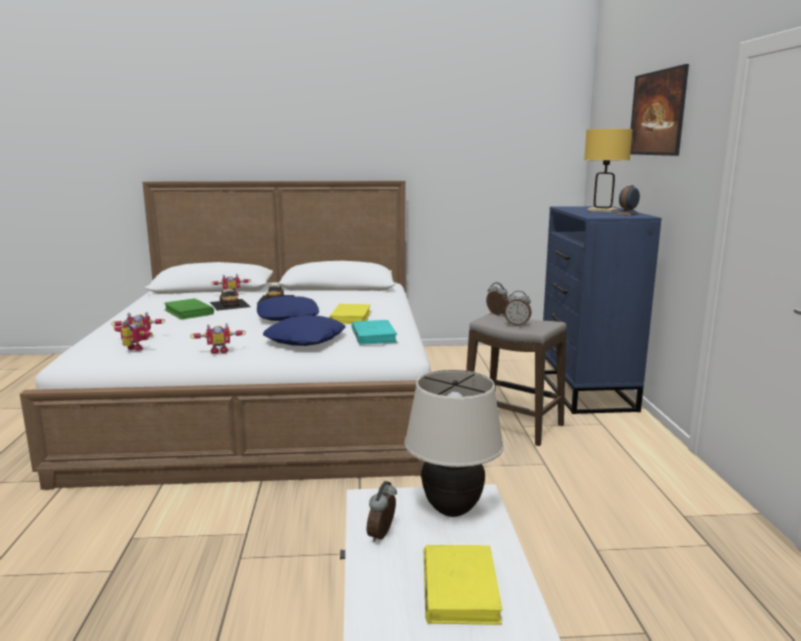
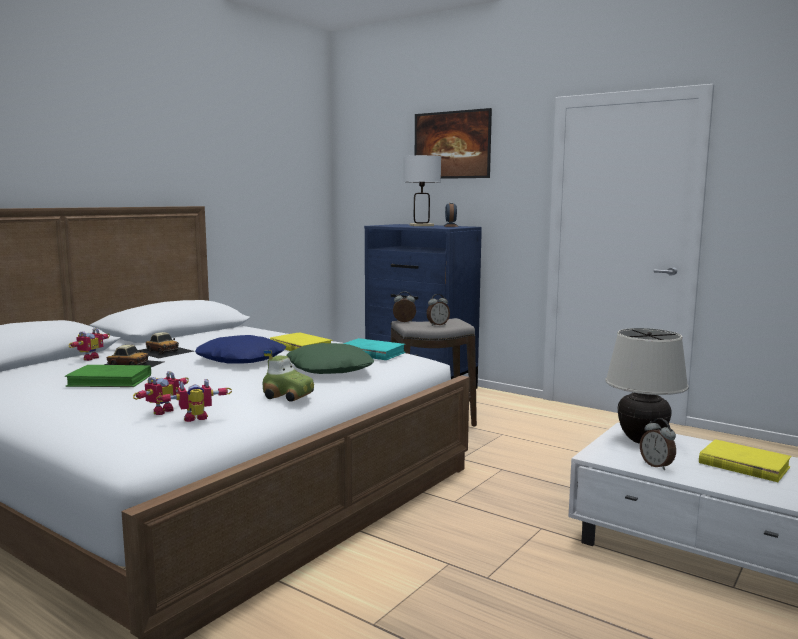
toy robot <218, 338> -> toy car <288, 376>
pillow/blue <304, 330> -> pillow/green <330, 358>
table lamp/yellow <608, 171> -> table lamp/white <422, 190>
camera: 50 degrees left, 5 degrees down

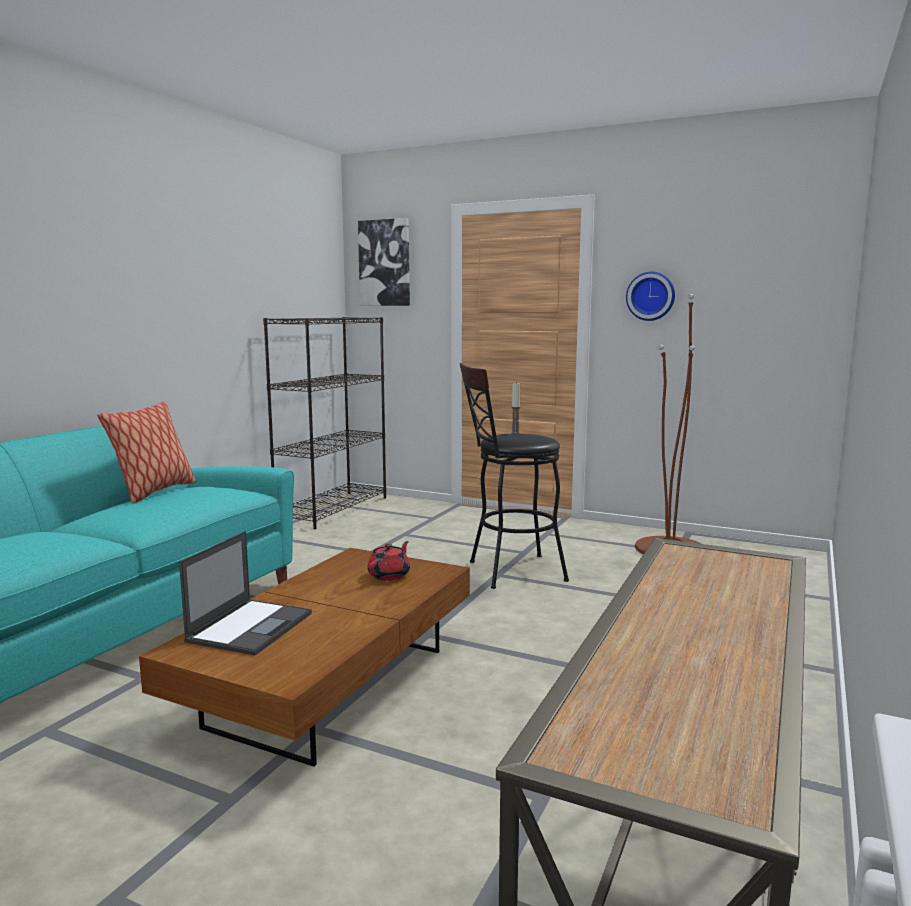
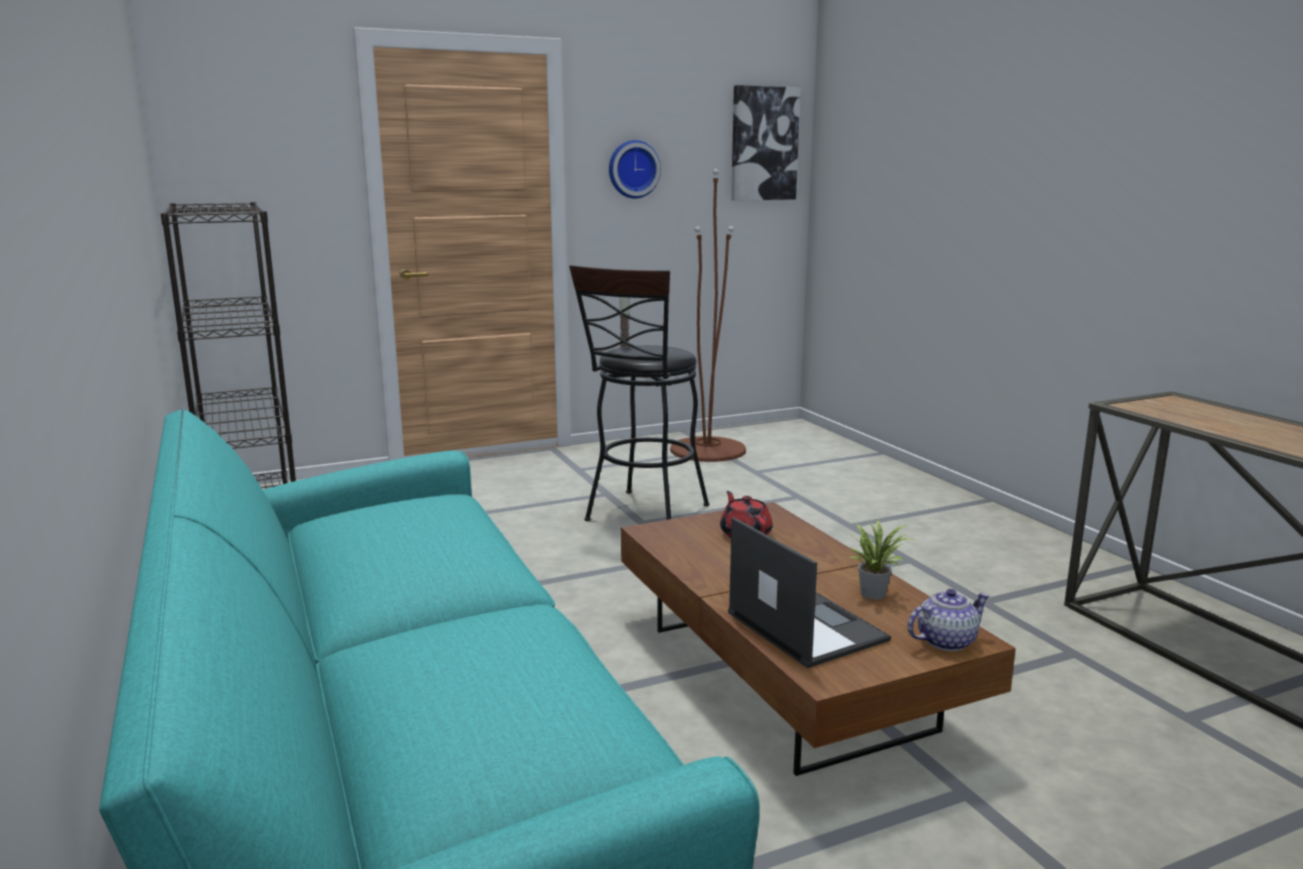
picture <384, 262> -> picture <766, 143>, shifted
none -> potted plant <881, 559>
none -> teapot <948, 620>
pillow <146, 452> -> none
camera: 50 degrees left, 5 degrees up

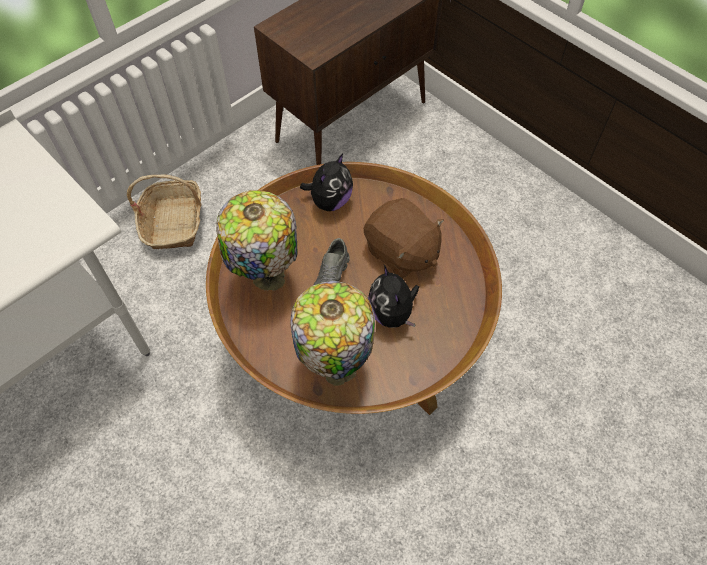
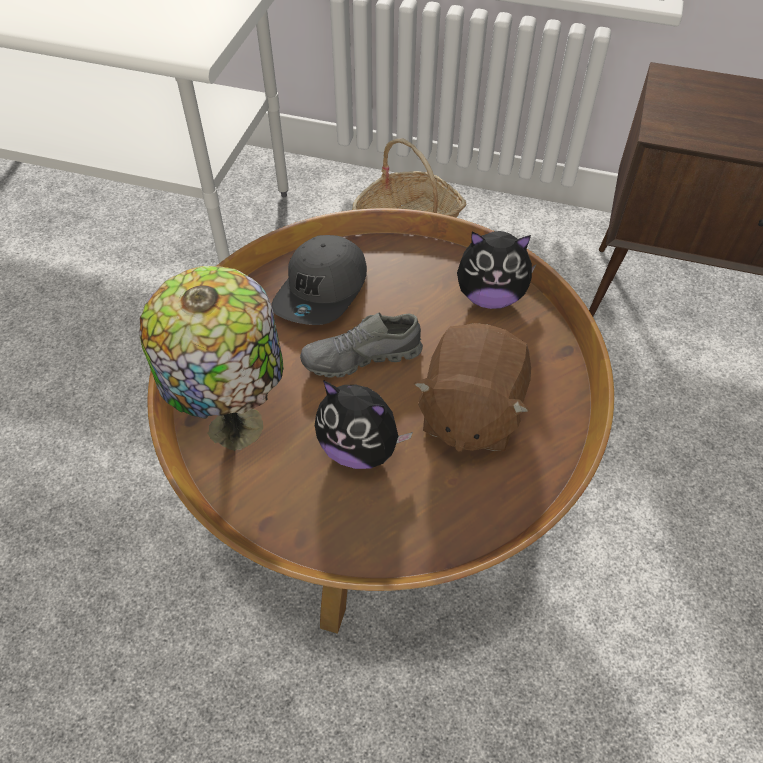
table lamp <257, 240> -> cap/grey <319, 280>
plush toy <393, 296> -> plush toy <364, 424>, 105 degrees counterclockwise
camera: 60 degrees right, 5 degrees down

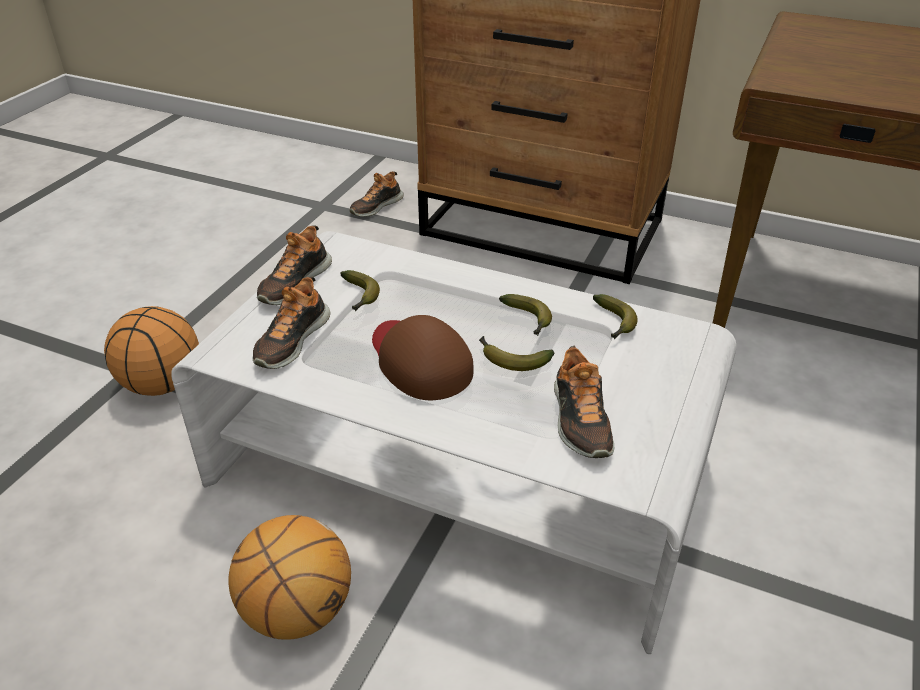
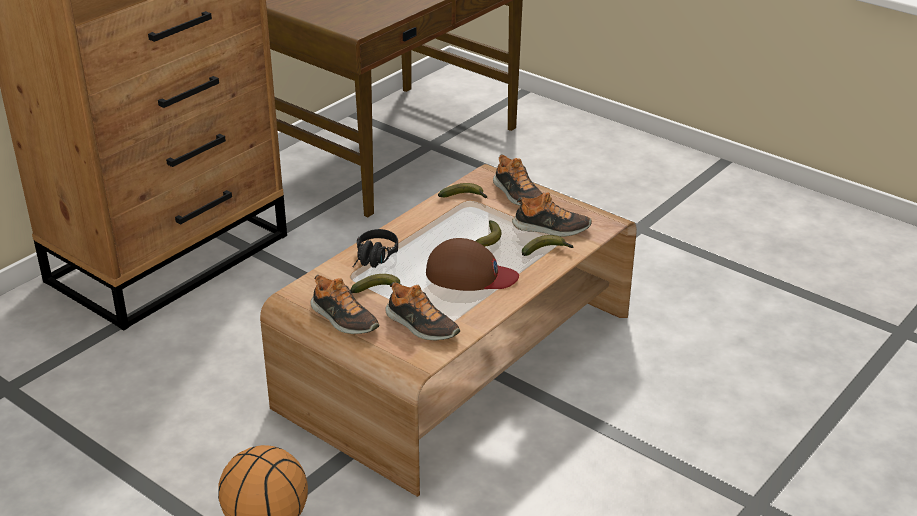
coffee table/white <453, 442> -> coffee table/brown <448, 330>
none -> headphones/black <375, 248>
cap/brown <423, 357> -> cap/brown <472, 264>, 150 degrees counterclockwise
shoe <376, 194> -> shoe <517, 180>, shifted
banana <525, 315> -> banana <548, 245>, shifted
basketball <289, 577> -> none
camera: 75 degrees left, 5 degrees down

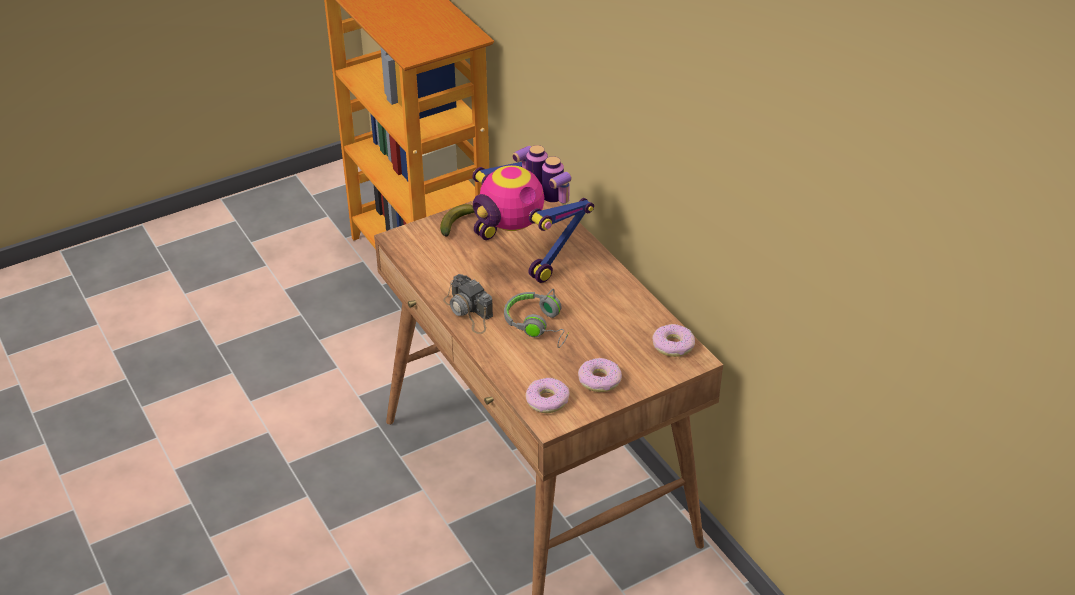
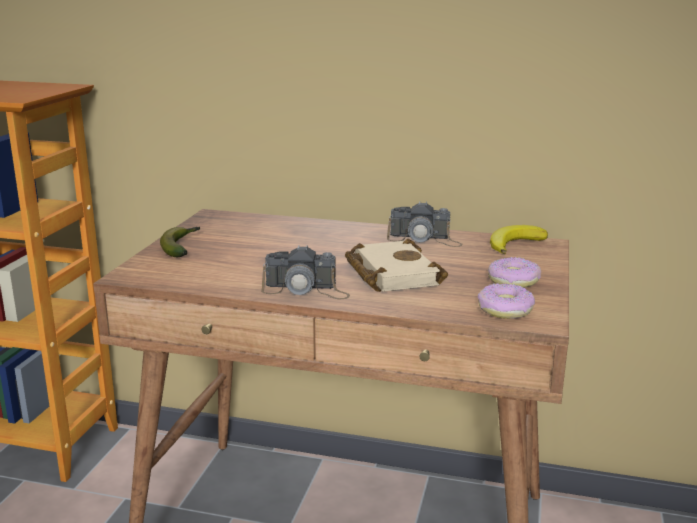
headphones/grey <536, 318> -> book/beige <396, 265>
none -> photo camera <425, 224>
donut <673, 340> -> banana <519, 239>
toy robot <533, 214> -> none
camera: 45 degrees left, 20 degrees down

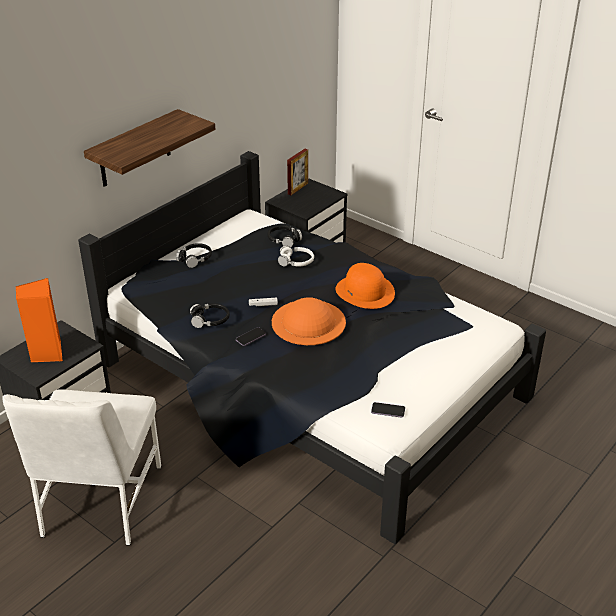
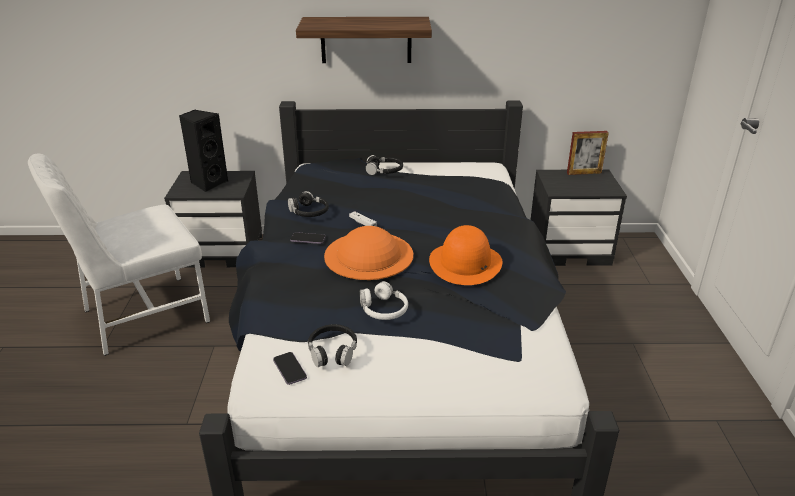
speaker/orange <39, 320> -> speaker/black <203, 151>
headphones/black <284, 236> -> headphones/black <332, 345>, shifted
headphones/white <296, 256> -> headphones/white <384, 300>, shifted
camera: 50 degrees right, 5 degrees down

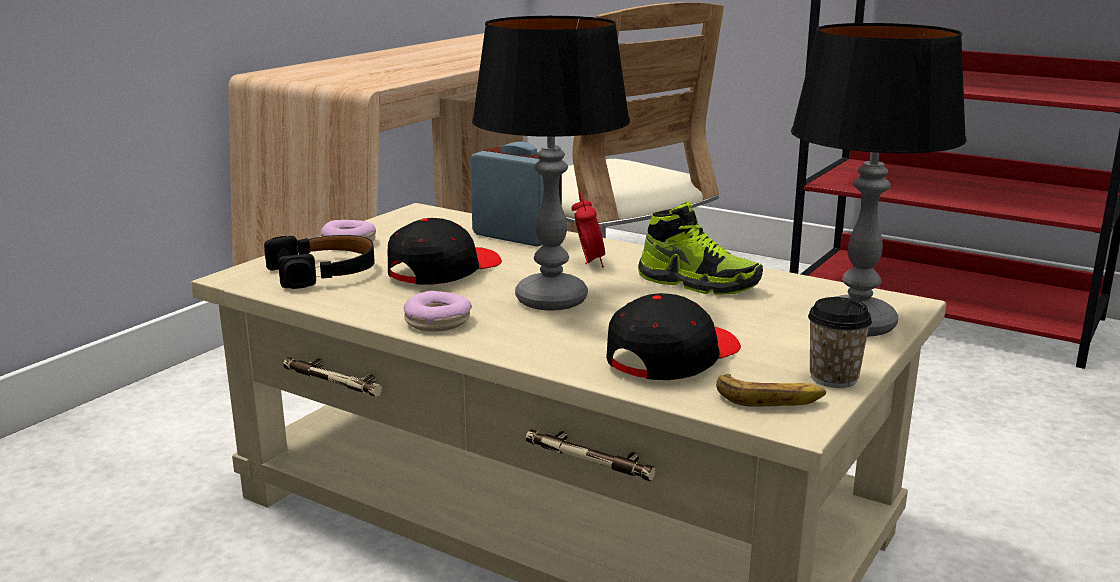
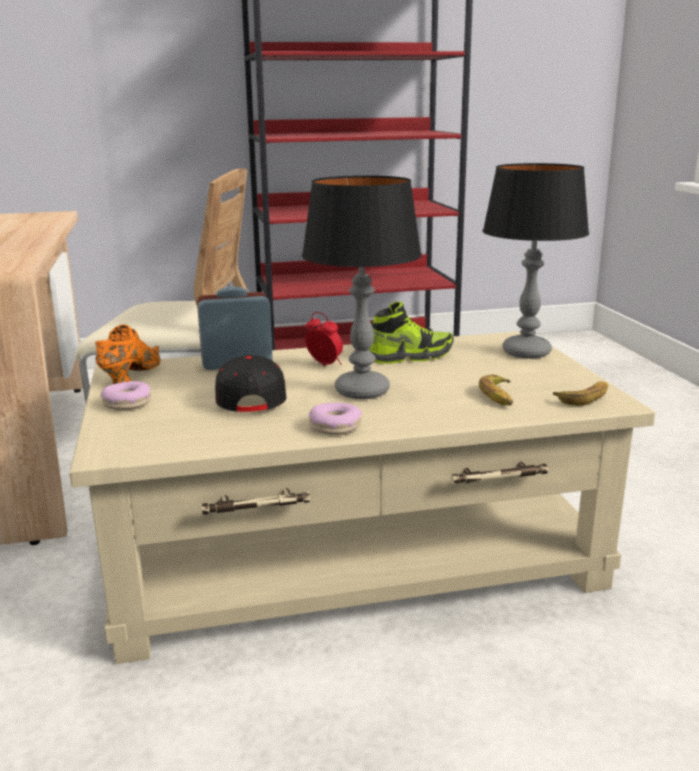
none -> shoe/orange <128, 354>
cap/black <673, 336> -> banana <496, 390>
headphones/black <319, 262> -> none
cup <840, 342> -> none
camera: 45 degrees left, 0 degrees up

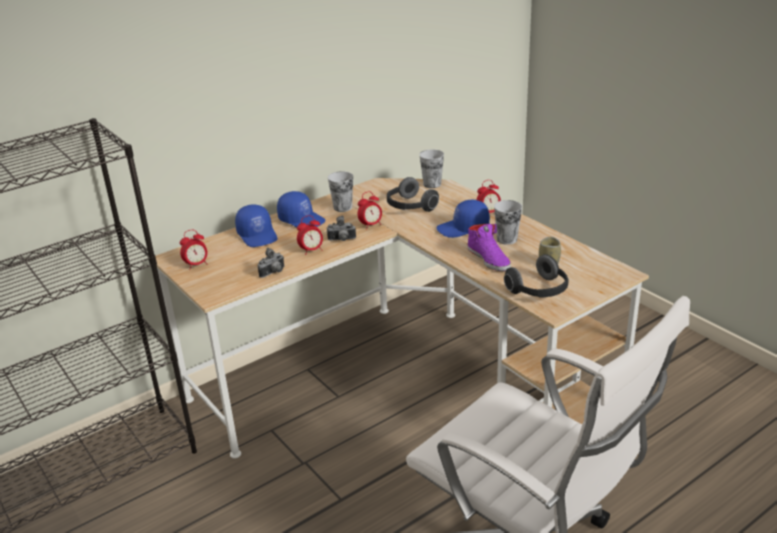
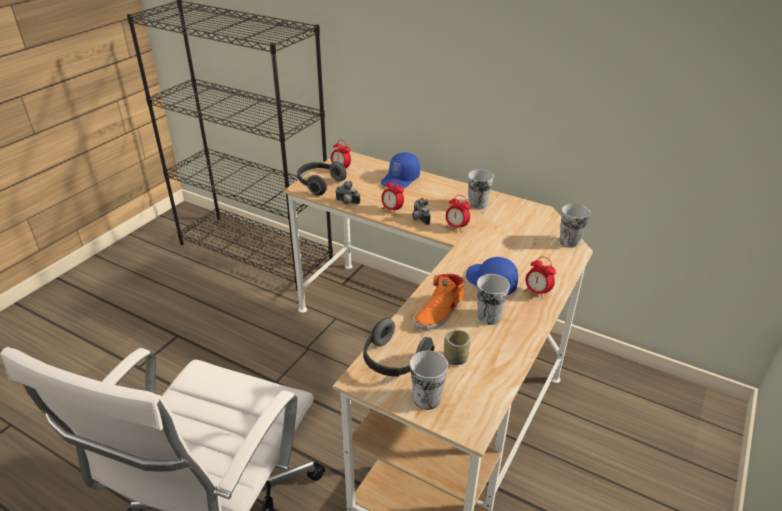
headphones <413, 194> -> headphones <321, 178>, shifted
none -> cup <429, 380>
shoe/purple <489, 247> -> shoe/orange <439, 302>
cap/blue <301, 209> -> none
camera: 65 degrees right, 5 degrees up

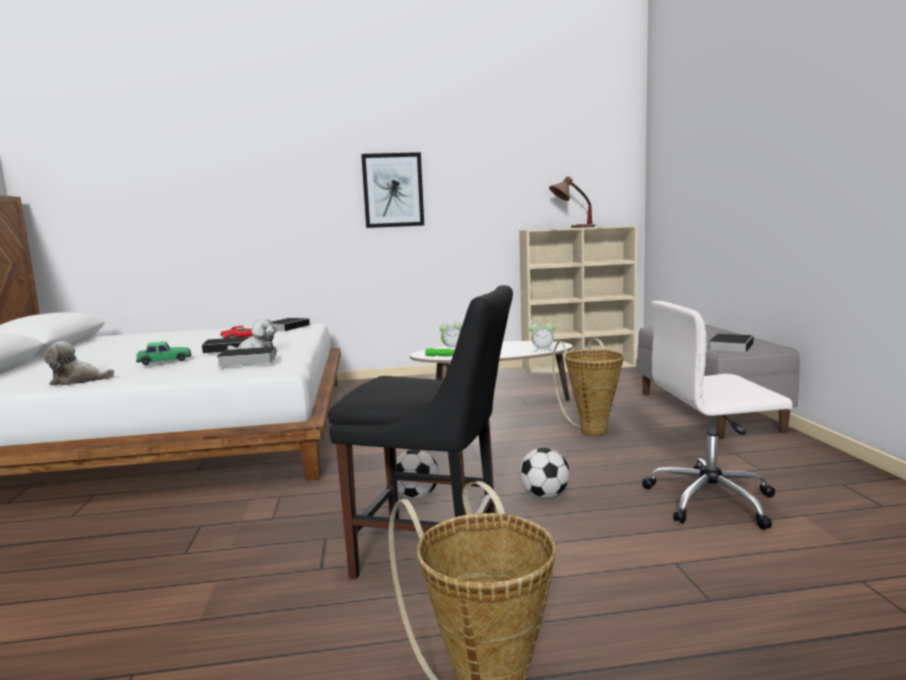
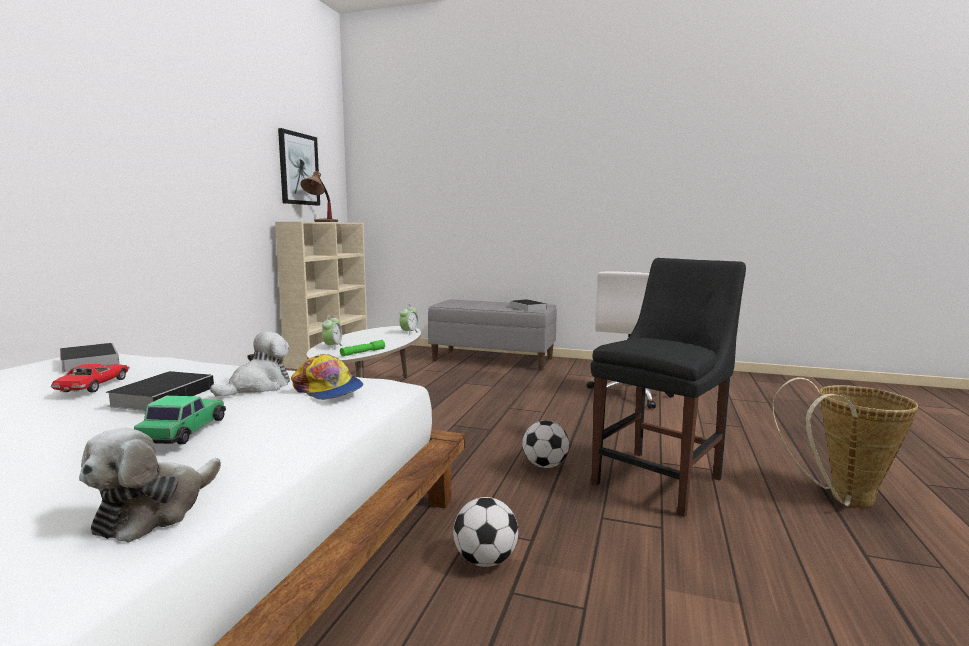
picture <392, 190> -> picture <299, 167>, shifted
book <246, 357> -> cap <327, 377>
football <544, 473> -> football <485, 532>, shifted
basket <588, 387> -> none
camera: 65 degrees left, 0 degrees up

